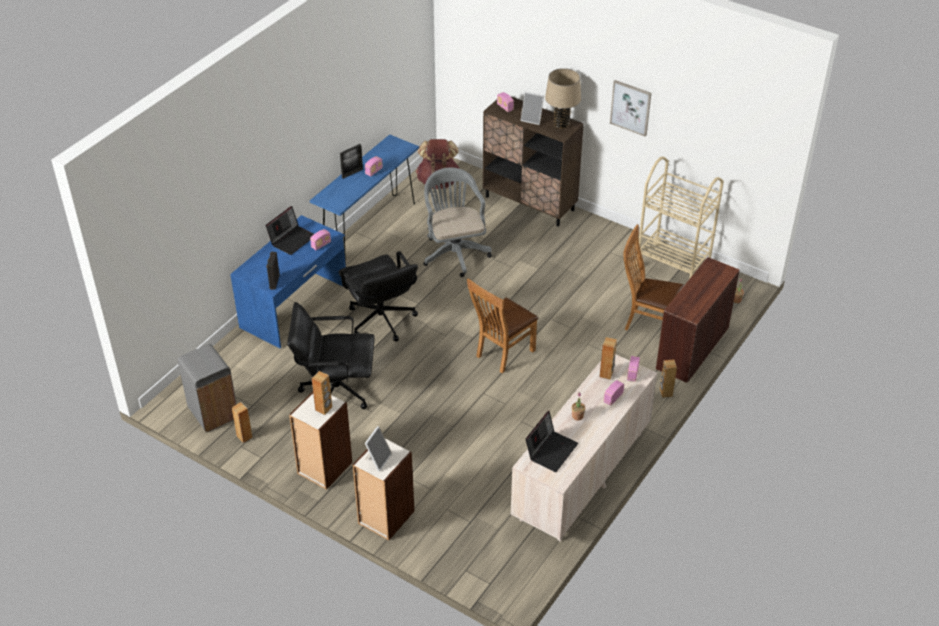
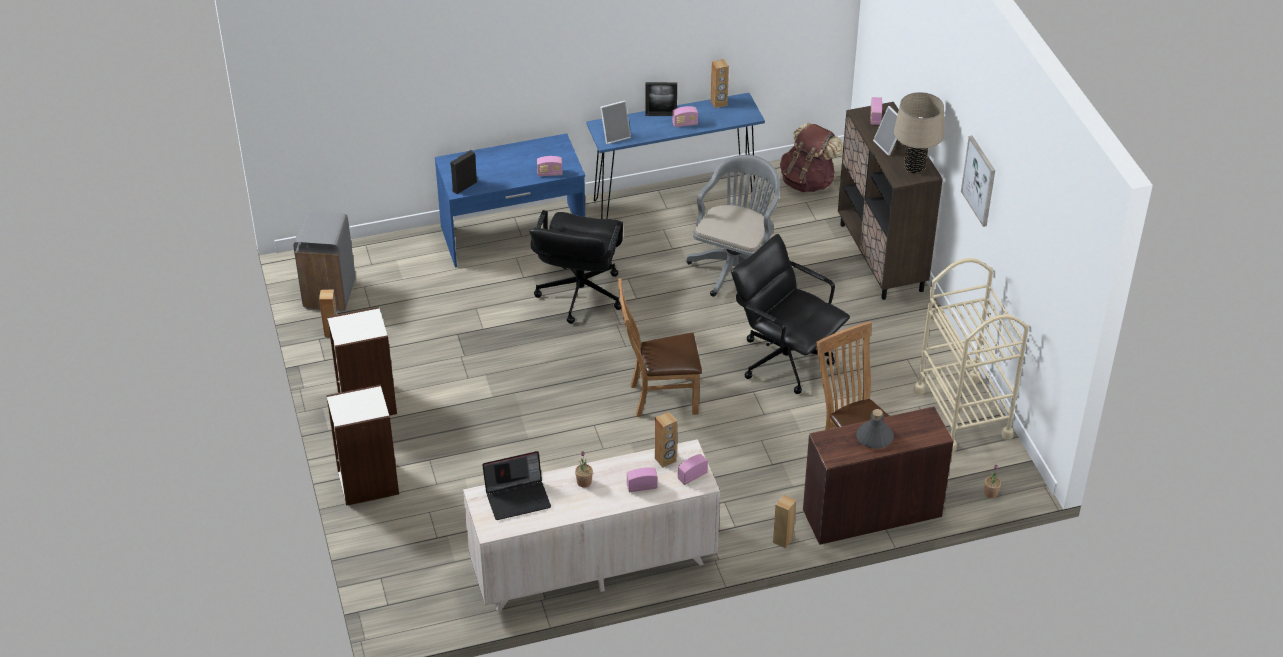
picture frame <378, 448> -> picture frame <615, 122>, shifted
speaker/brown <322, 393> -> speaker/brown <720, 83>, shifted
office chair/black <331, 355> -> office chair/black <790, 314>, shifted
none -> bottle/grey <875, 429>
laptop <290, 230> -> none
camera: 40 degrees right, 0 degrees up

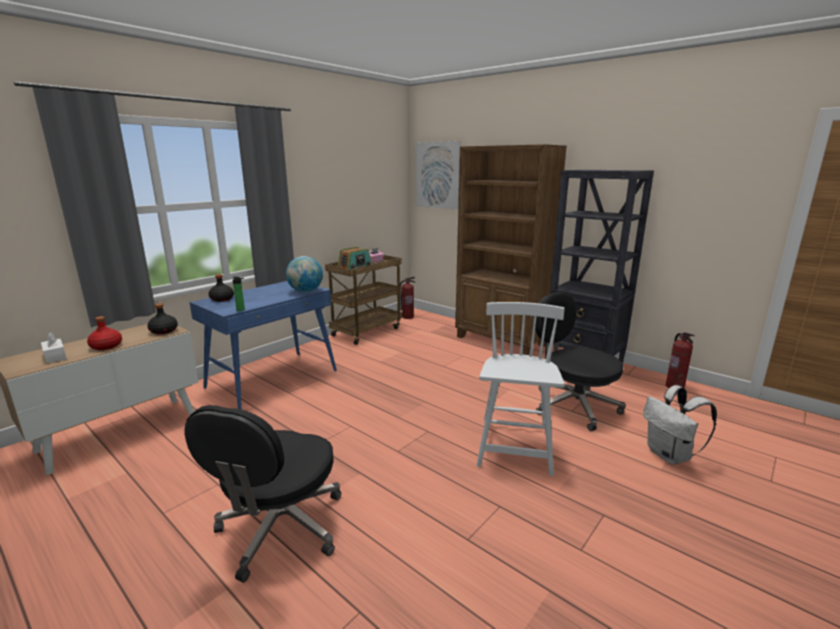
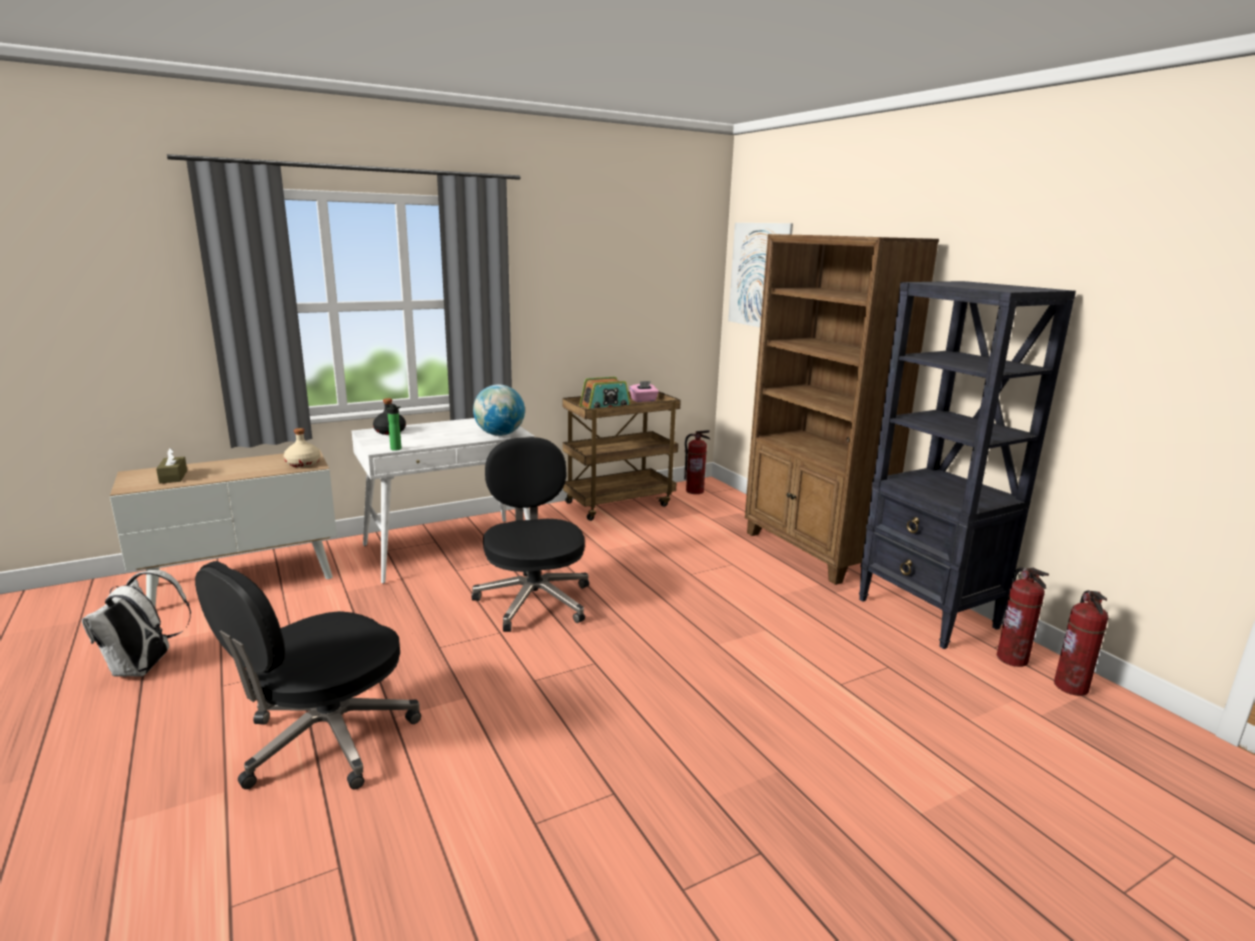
backpack/white <680, 424> -> backpack/white <136, 623>, shifted
tissue box/white <54, 347> -> tissue box/brown <171, 466>
bottle/black <162, 318> -> bottle/beige <302, 448>
desk/blue <263, 345> -> desk/white <443, 501>
office chair/black <580, 361> -> office chair/black <530, 534>, shifted
none -> fire extinguisher <1023, 617>
bottle/red <104, 333> -> none
chair/white <521, 389> -> none
camera: 20 degrees right, 0 degrees up

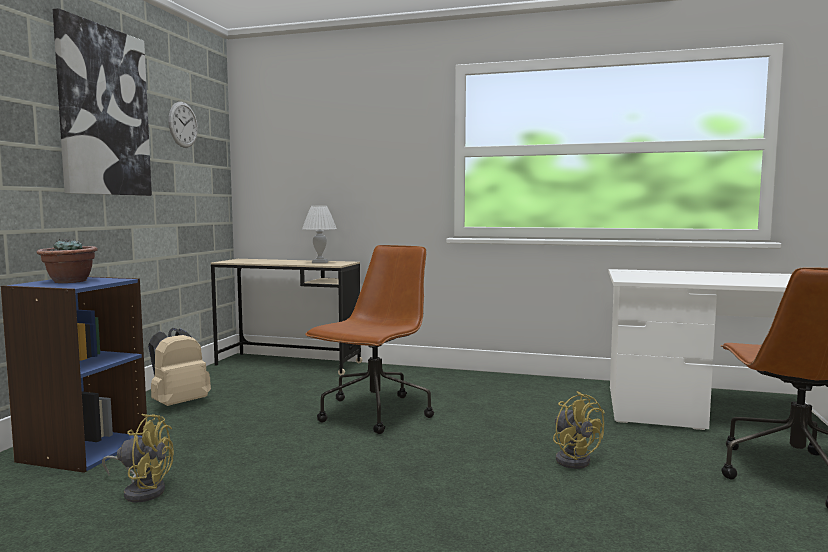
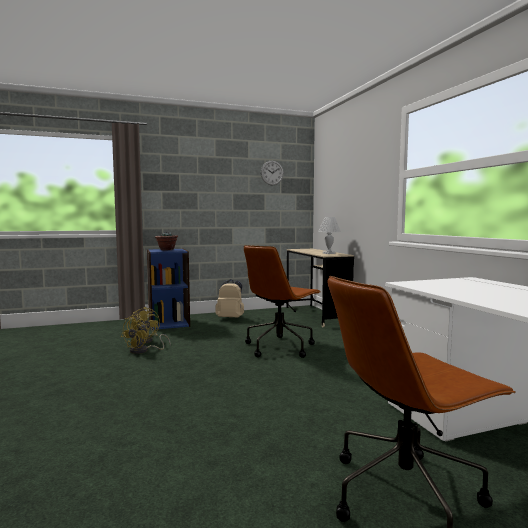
fan/yellow <579, 430> -> fan/yellow <146, 334>, shifted
office chair/brown <369, 339> -> office chair/brown <282, 301>, 135 degrees clockwise
picture <102, 102> -> none
camera: 55 degrees right, 0 degrees up

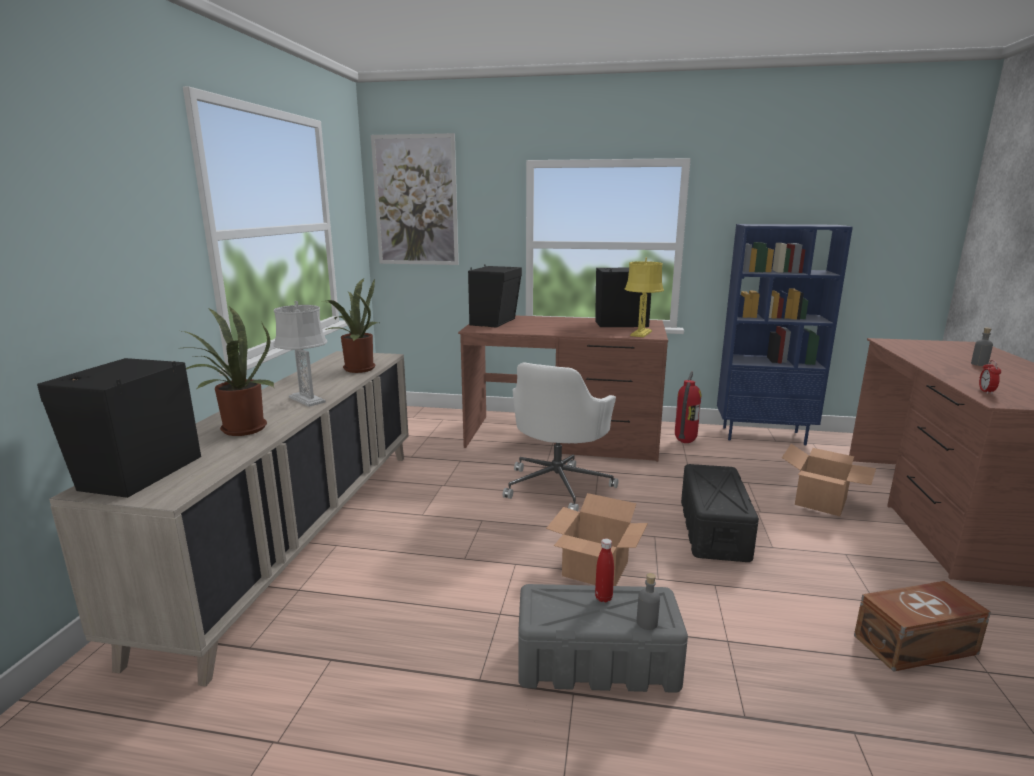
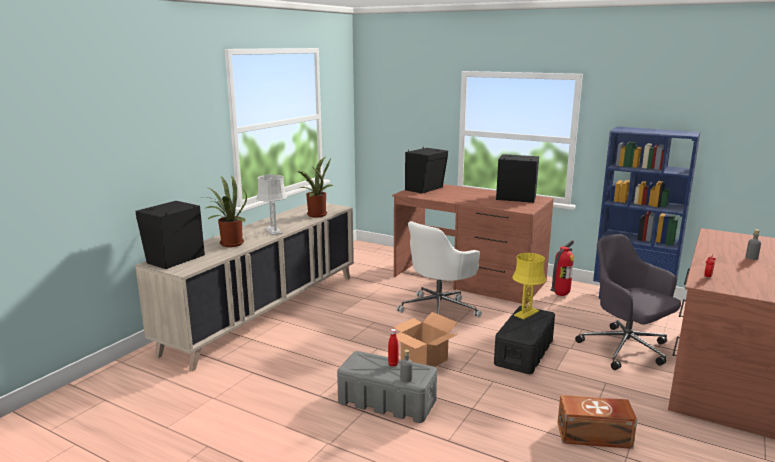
table lamp/yellow <644, 297> -> table lamp/yellow <529, 286>, shifted
cardboard box <829, 480> -> office chair/grey <628, 302>
picture <415, 199> -> none
camera: 20 degrees right, 0 degrees up

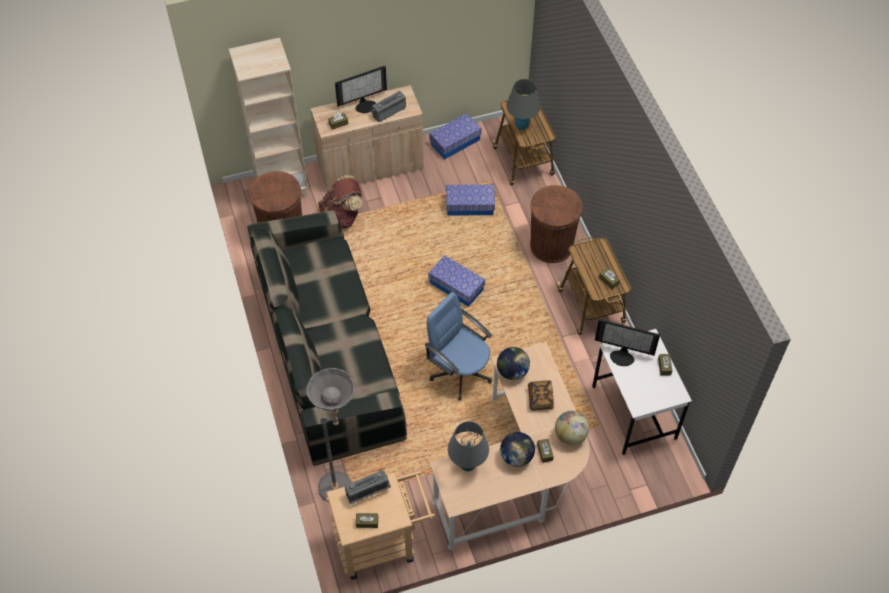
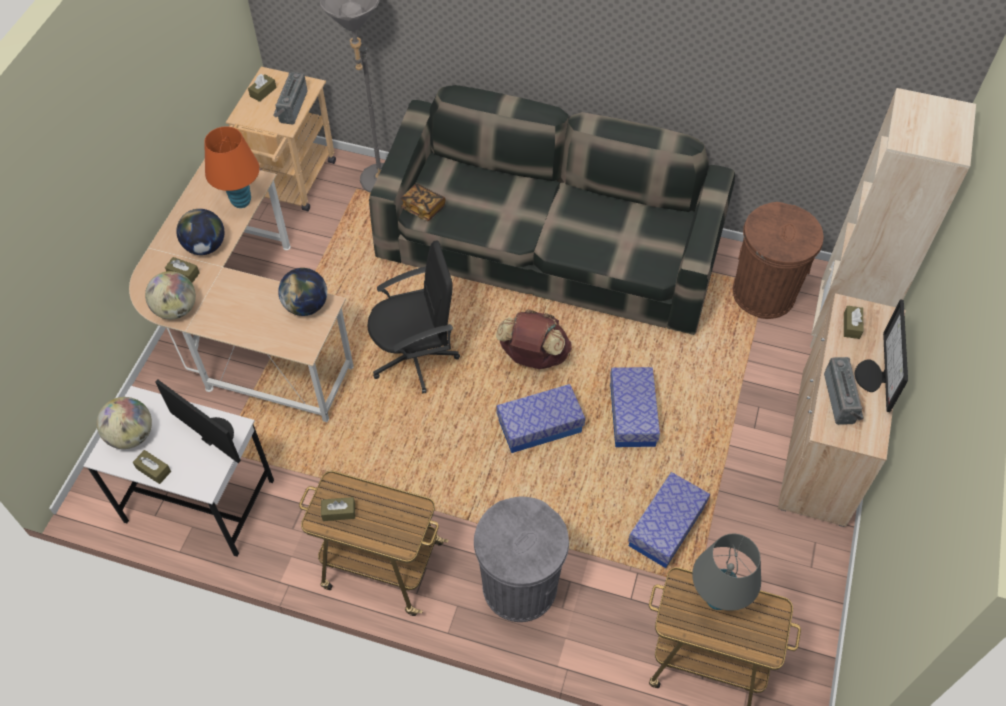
none -> globe <124, 423>
monitor <627, 342> -> monitor <198, 421>, 75 degrees clockwise
table lamp/grey <468, 446> -> table lamp/orange <232, 167>
office chair/blue <458, 346> -> office chair/black <413, 317>
book <541, 395> -> book <423, 202>, shifted
trash can/brown <556, 224> -> trash can/grey <521, 559>
backpack/brown <340, 202> -> backpack/brown <534, 339>, shifted
storage box <455, 136> -> storage box <635, 407>, shifted
camera: 125 degrees right, 0 degrees up

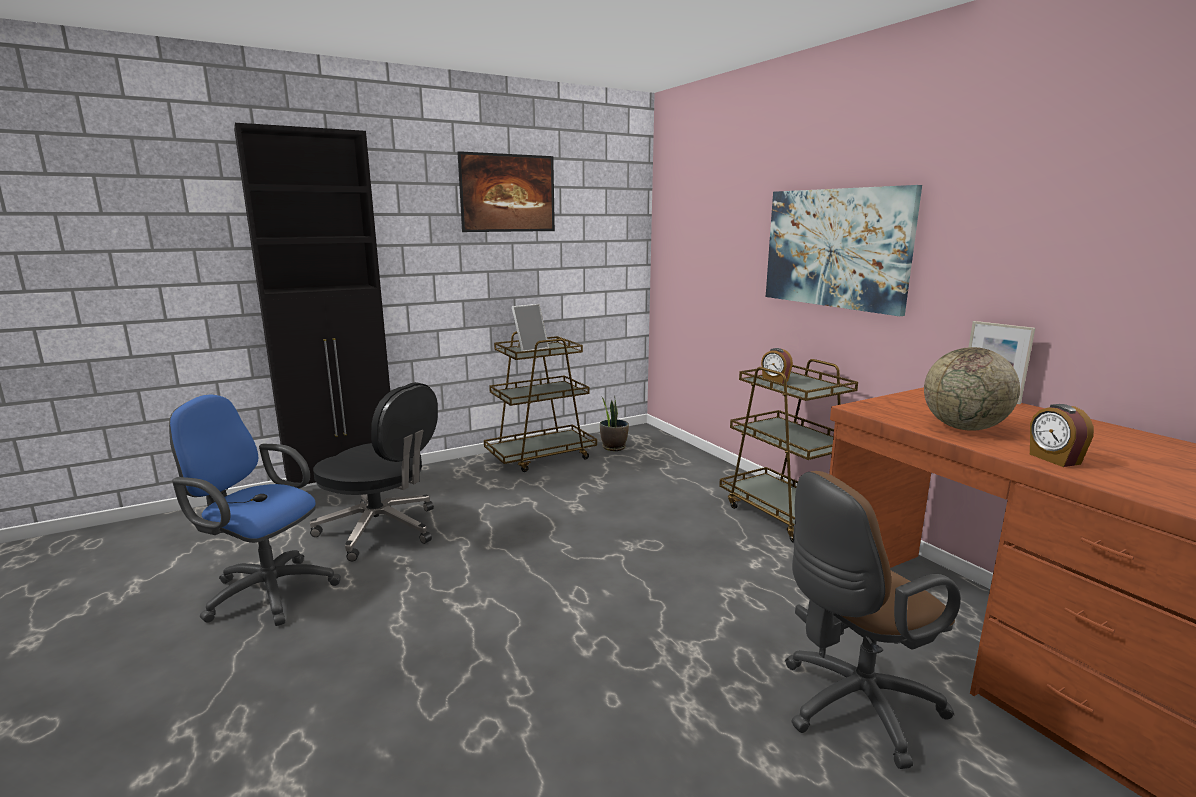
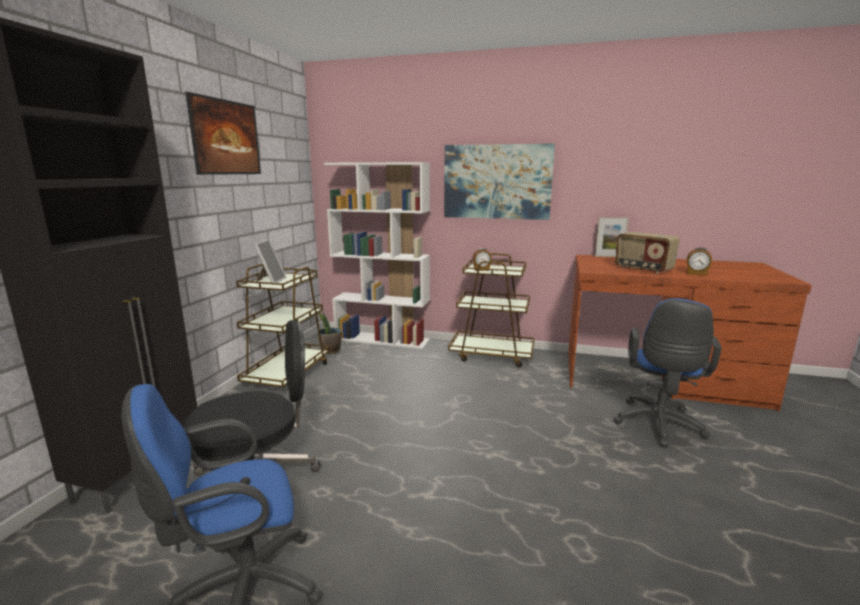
none -> bookcase/white <377, 255>
office chair/brown <873, 620> -> office chair/blue <667, 372>
globe <972, 389> -> radio <647, 253>
camera: 45 degrees left, 0 degrees up

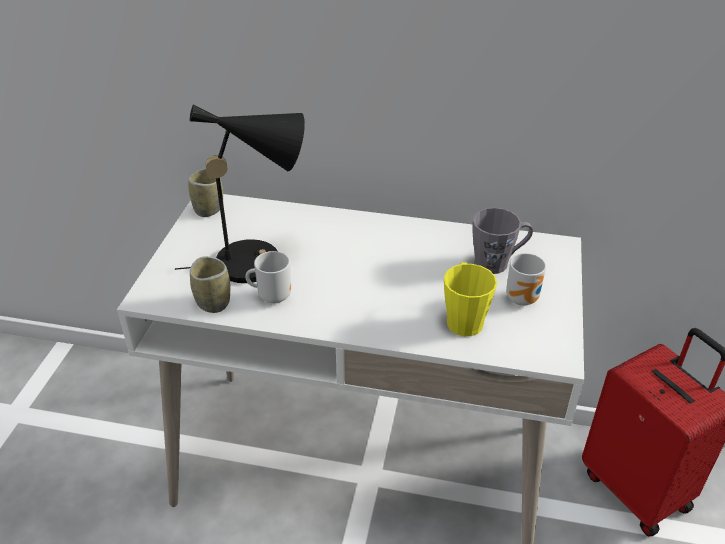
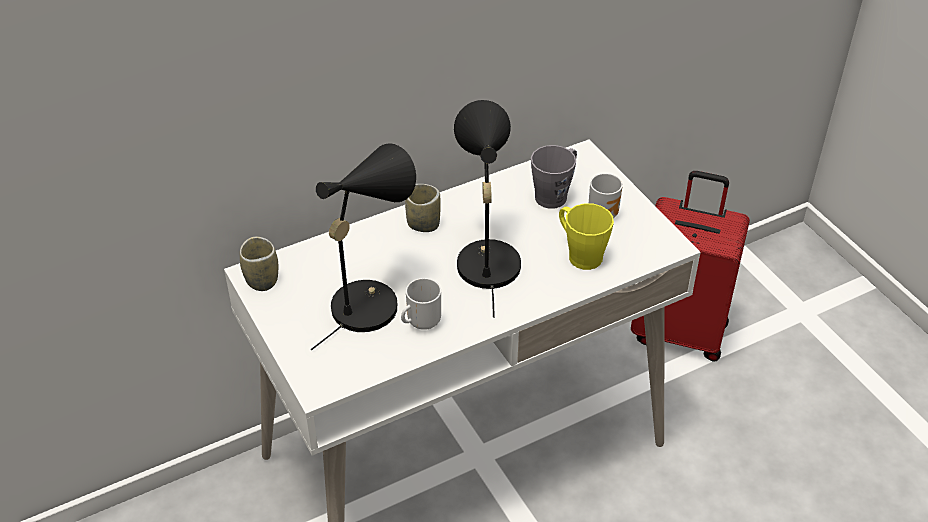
cup <210, 284> -> cup <423, 208>, shifted
none -> table lamp/black <487, 209>
camera: 40 degrees left, 5 degrees up

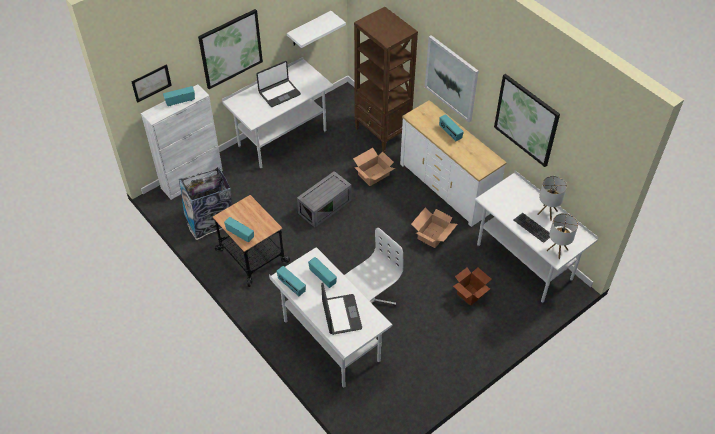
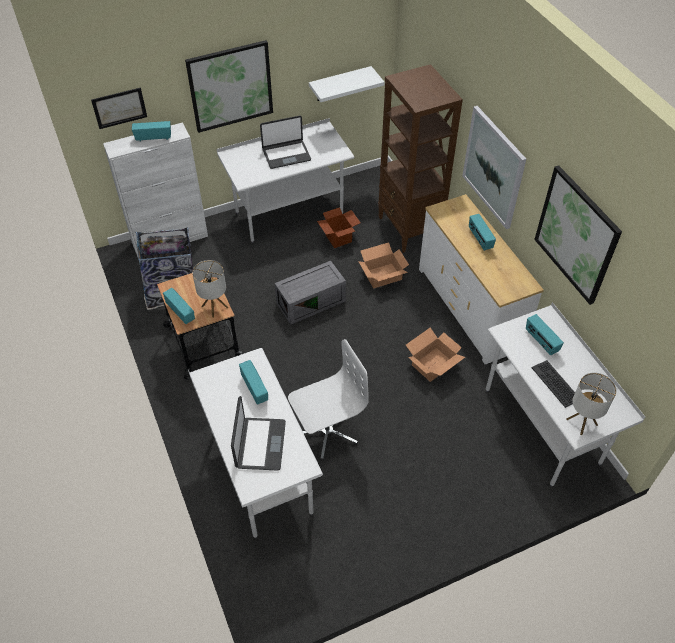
table lamp <552, 198> -> table lamp <210, 289>, shifted
cardboard box <472, 287> -> cardboard box <339, 227>, shifted
radio <291, 281> -> radio <545, 334>, shifted
camera: 15 degrees right, 0 degrees up

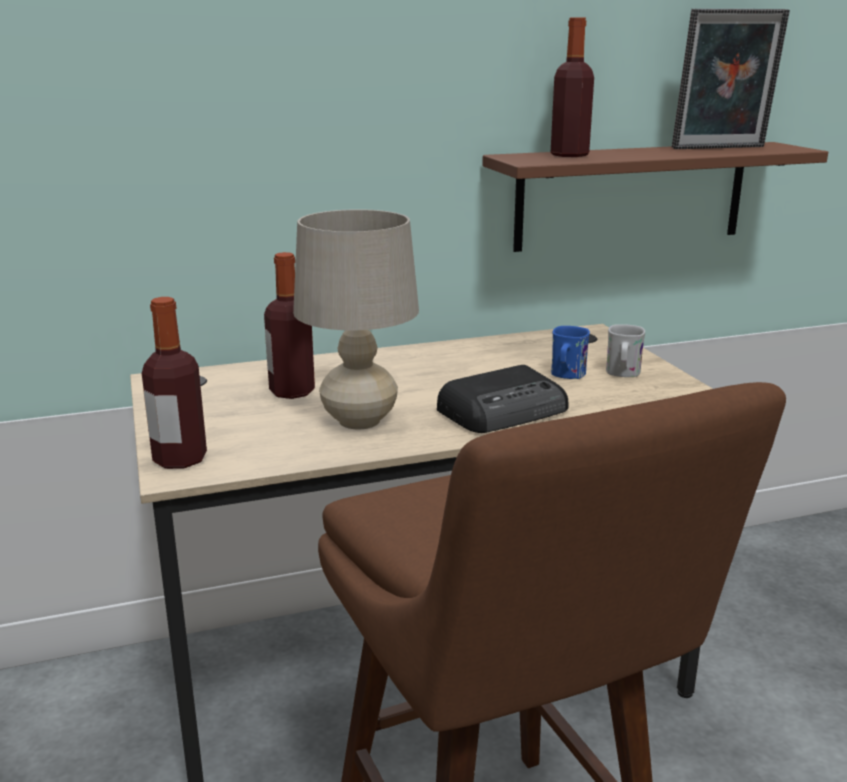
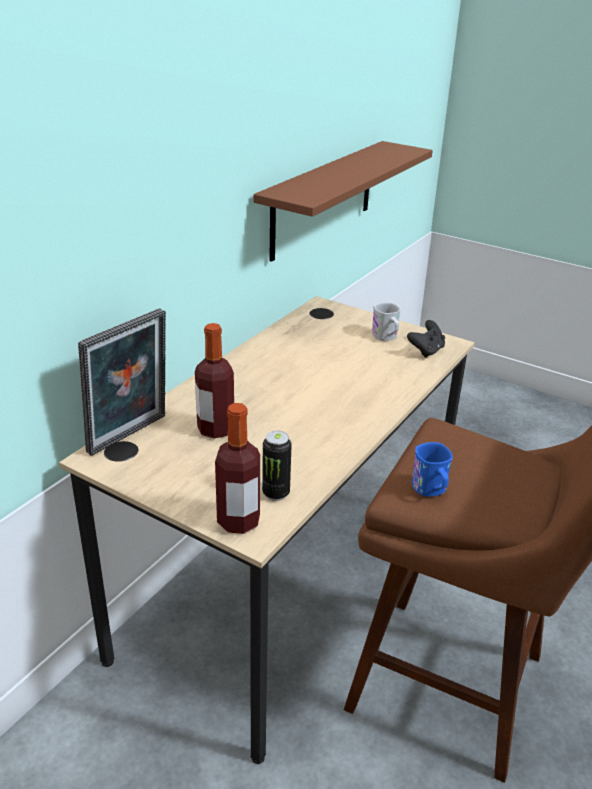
picture frame <731, 79> -> picture frame <122, 382>, shifted
none -> can <277, 466>
none -> game controller/black <426, 339>
mug/blue <570, 352> -> mug/blue <432, 469>, shifted
table lamp/beige <356, 319> -> none
radio <502, 399> -> none
bottle <572, 87> -> none
camera: 40 degrees left, 10 degrees up

